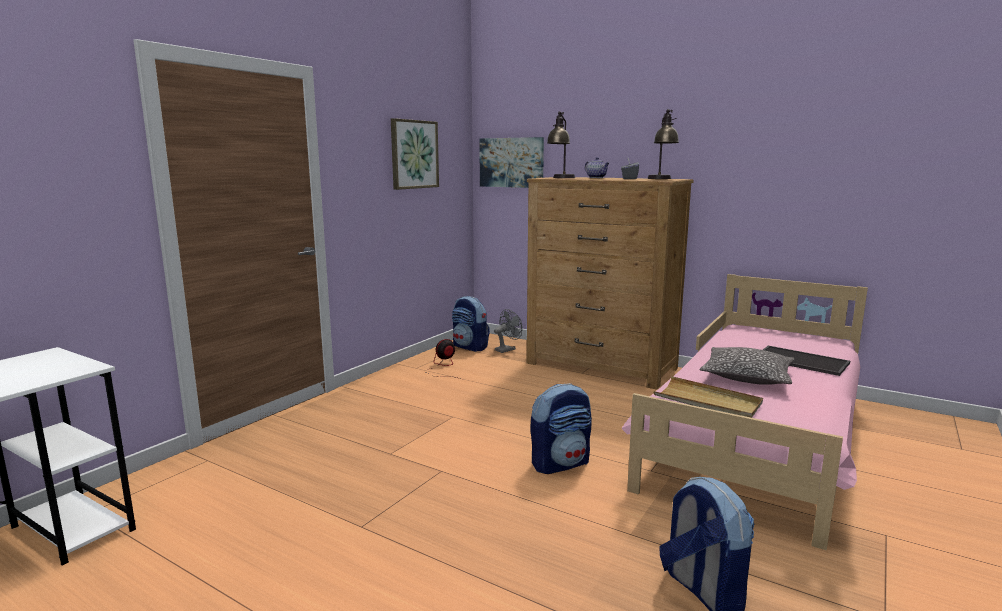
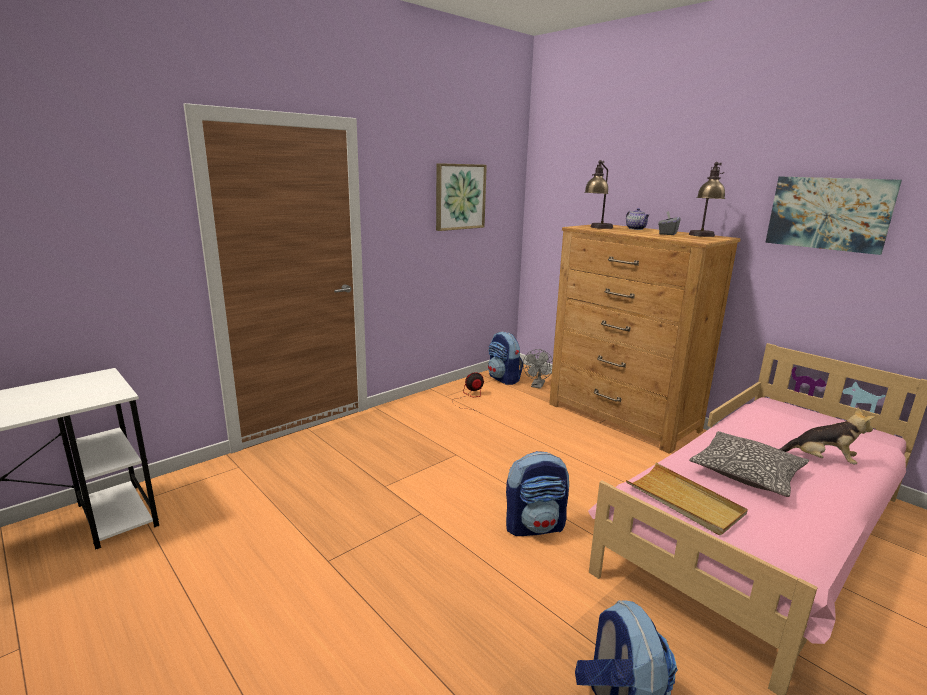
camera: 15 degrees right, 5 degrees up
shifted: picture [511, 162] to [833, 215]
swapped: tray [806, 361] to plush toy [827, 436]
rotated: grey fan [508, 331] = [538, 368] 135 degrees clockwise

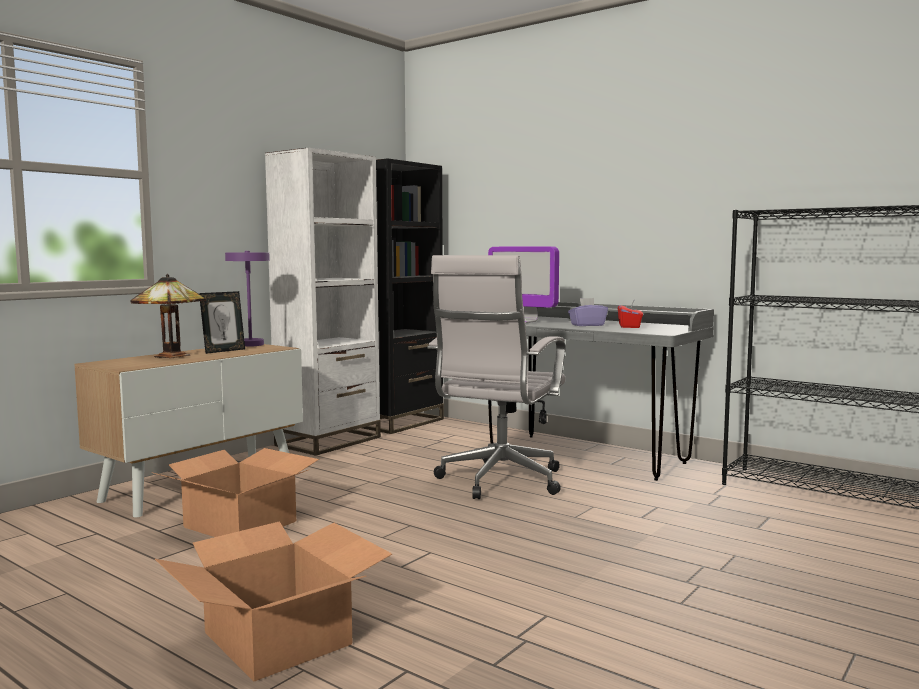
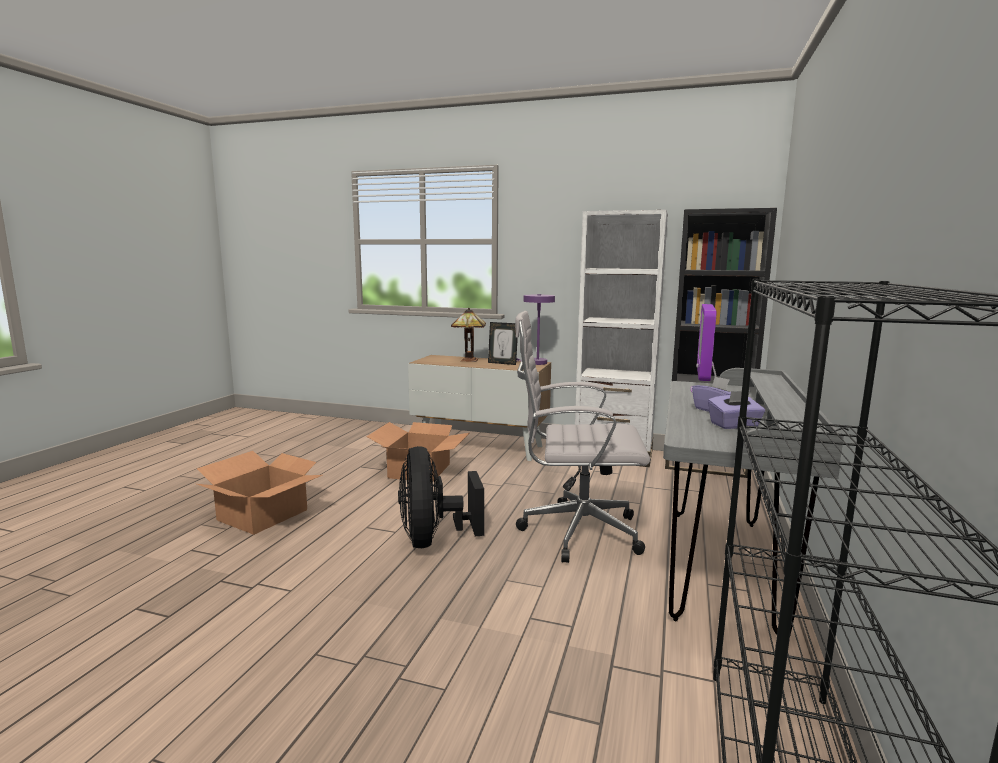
camera: 70 degrees right, 5 degrees up
new: black fan [441, 497]
repainted: red tissue box [630, 314] to purple tissue box [736, 410]

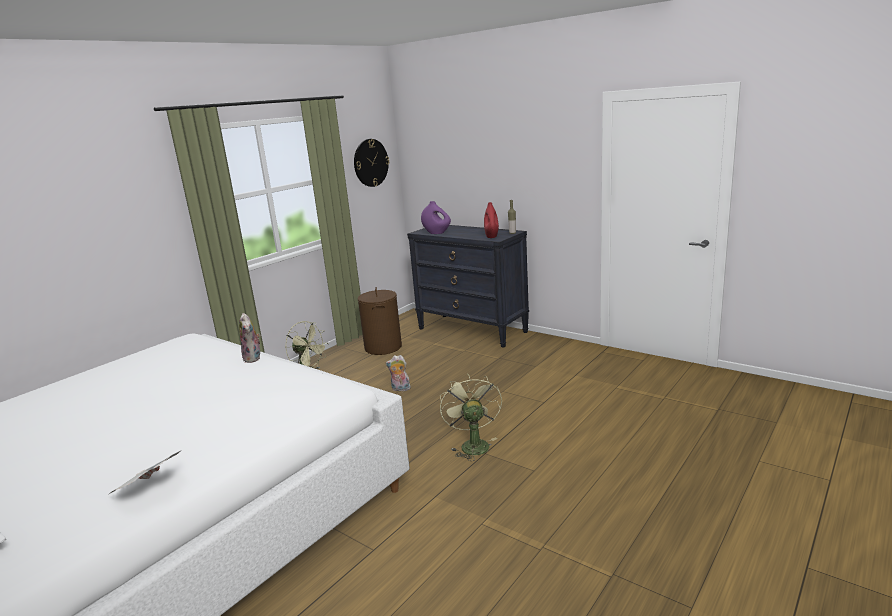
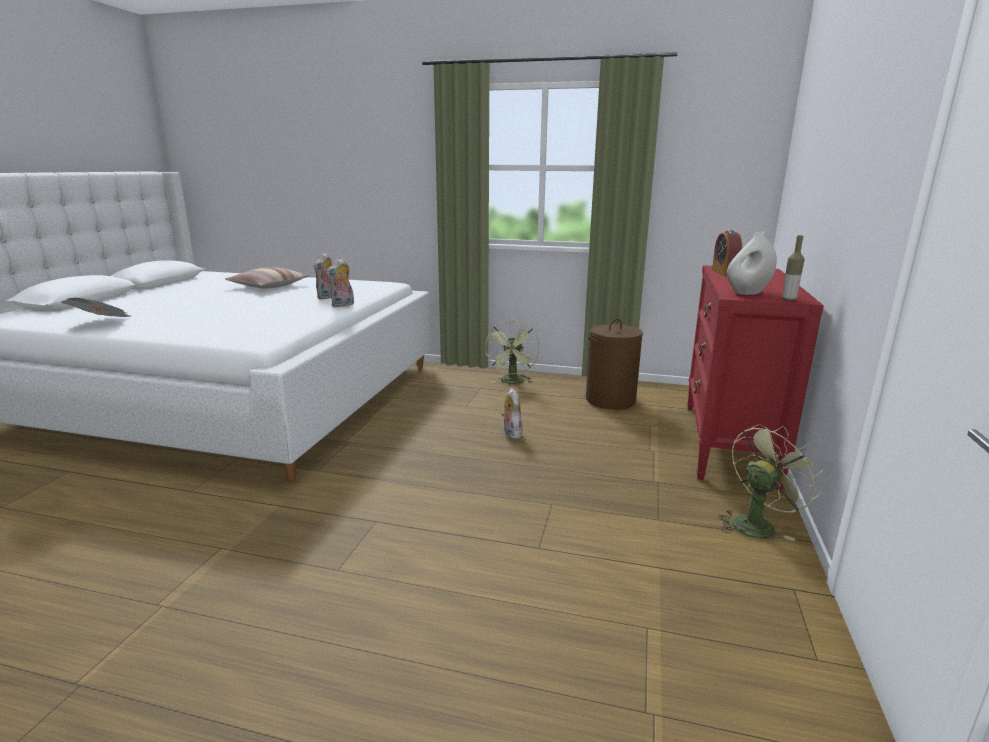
camera: 65 degrees right, 0 degrees up
gone: wall clock [371, 163]
new: pillow [267, 278]; plush toy [323, 276]
shifted: green fan [471, 417] to [770, 482]
swapped: purple vase [436, 217] to alarm clock [727, 253]
repainted: black dresser [468, 286] to red dresser [755, 377]; red vase [491, 220] to white vase [752, 263]

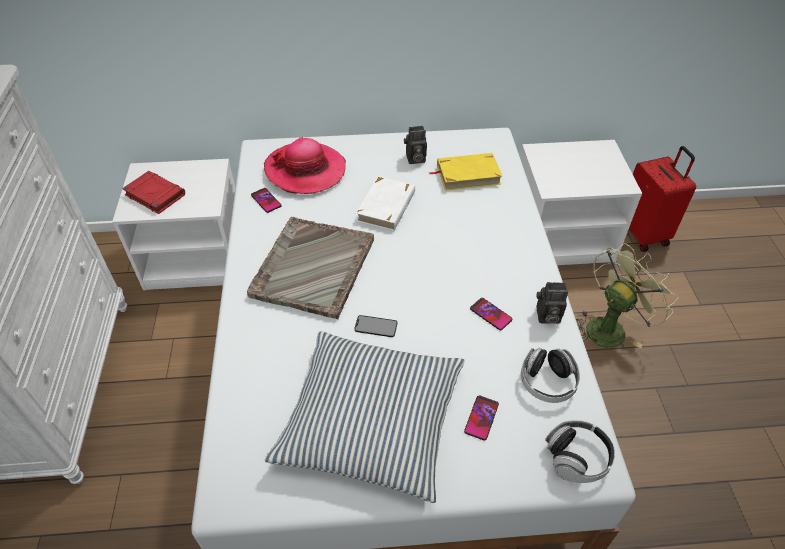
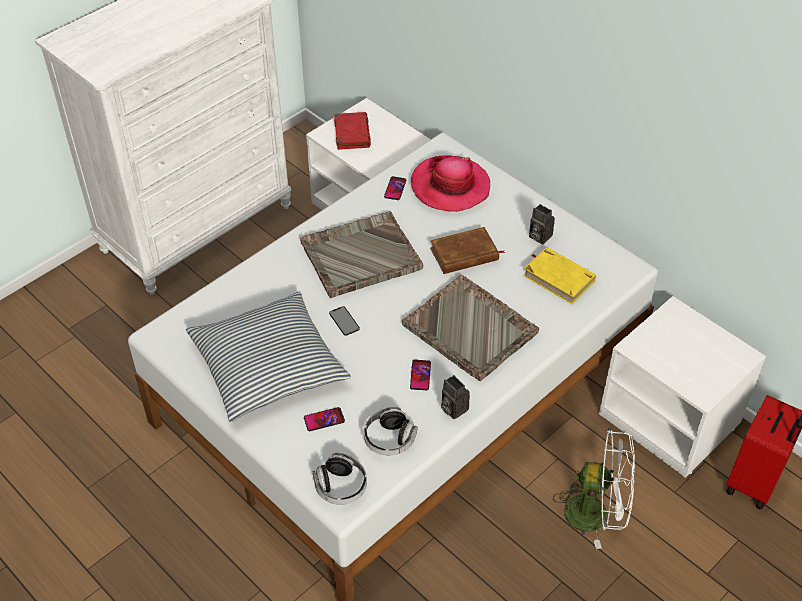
camera: 50 degrees right, 0 degrees up
new: grey tray [470, 328]
repainted: white book [385, 203] to brown book [467, 250]; green fan [627, 295] to white fan [594, 489]

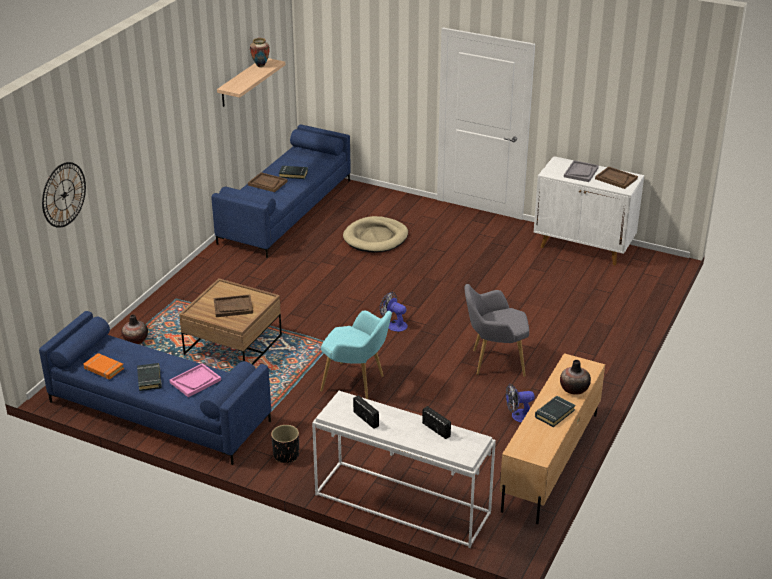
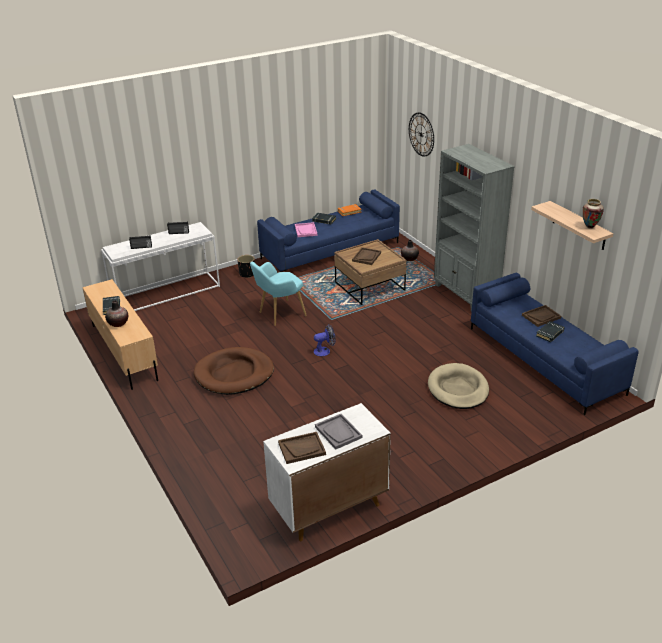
camera: 125 degrees right, 0 degrees up
gone: fan [520, 403]
new: grey bookcase [474, 228]
swapped: grey armchair [496, 330] to brown dog bed [234, 371]

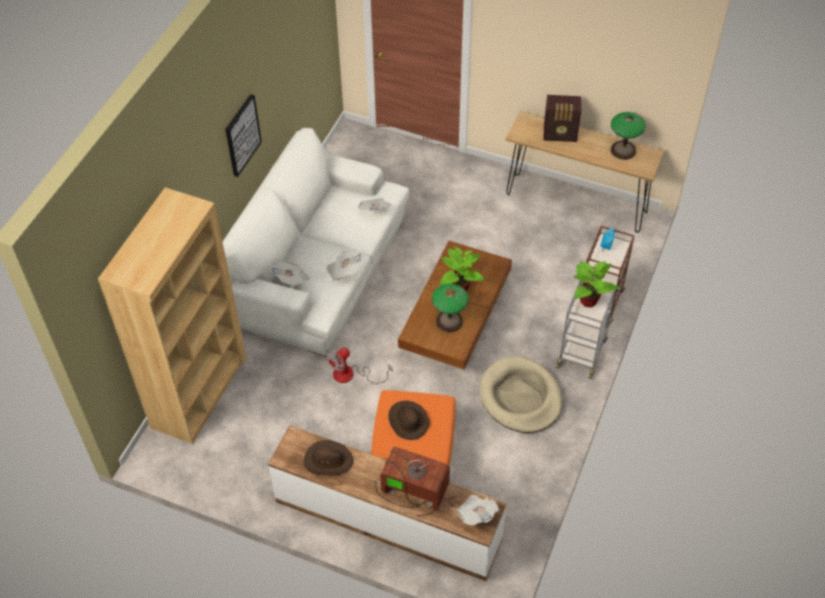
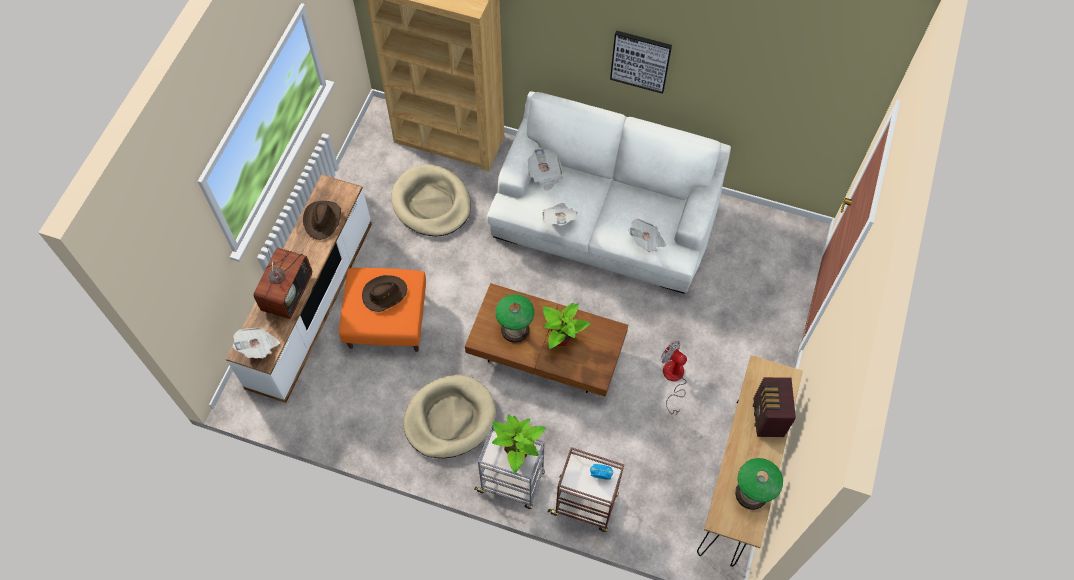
camera: 85 degrees right, 10 degrees up
new: beige dog bed [431, 200]
shifted: fan [359, 365] to [674, 377]

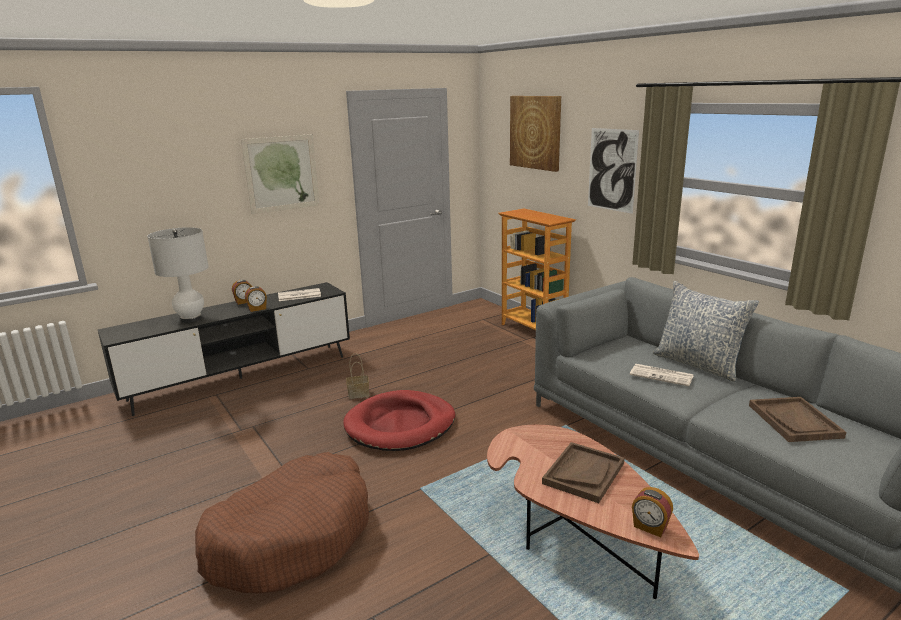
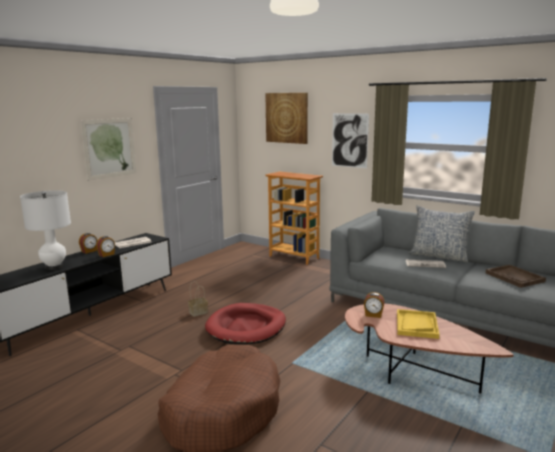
camera: 20 degrees left, 5 degrees down
shifted: alarm clock [652, 512] to [374, 305]
repainted: brown tray [583, 472] to yellow tray [418, 324]

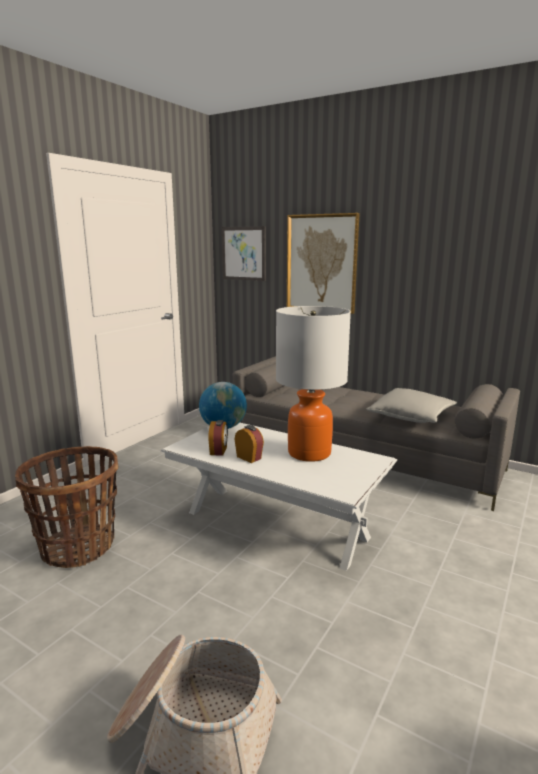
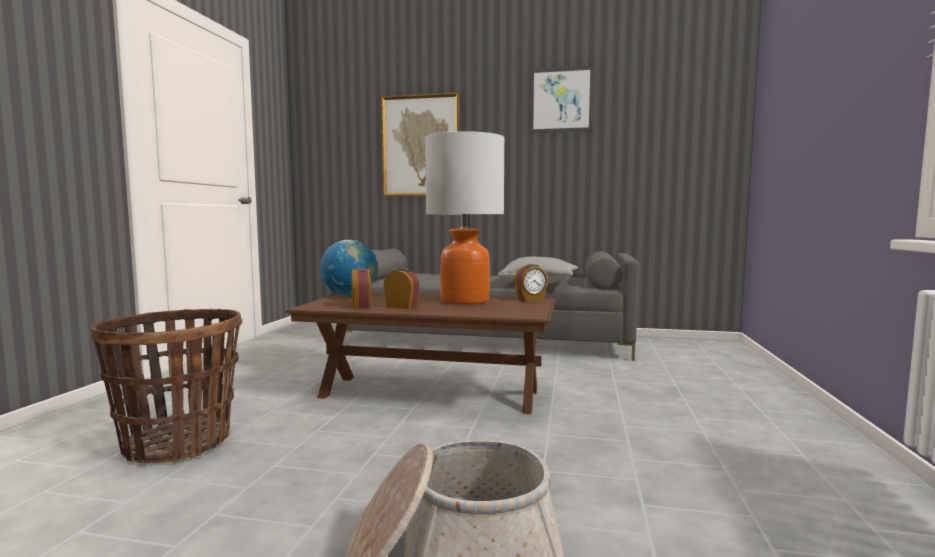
camera: 20 degrees left, 10 degrees down
new: alarm clock [531, 282]
shifted: picture [244, 253] to [562, 99]
repainted: white coffee table [279, 497] to brown coffee table [420, 353]

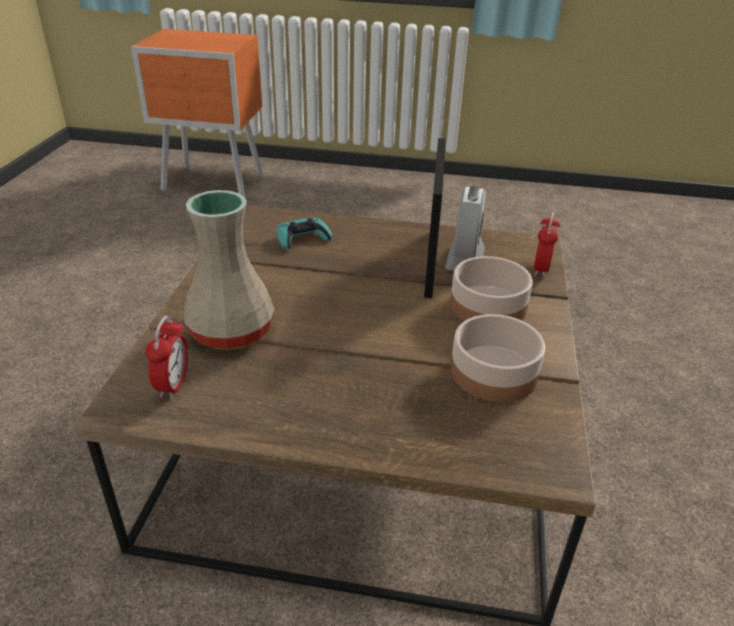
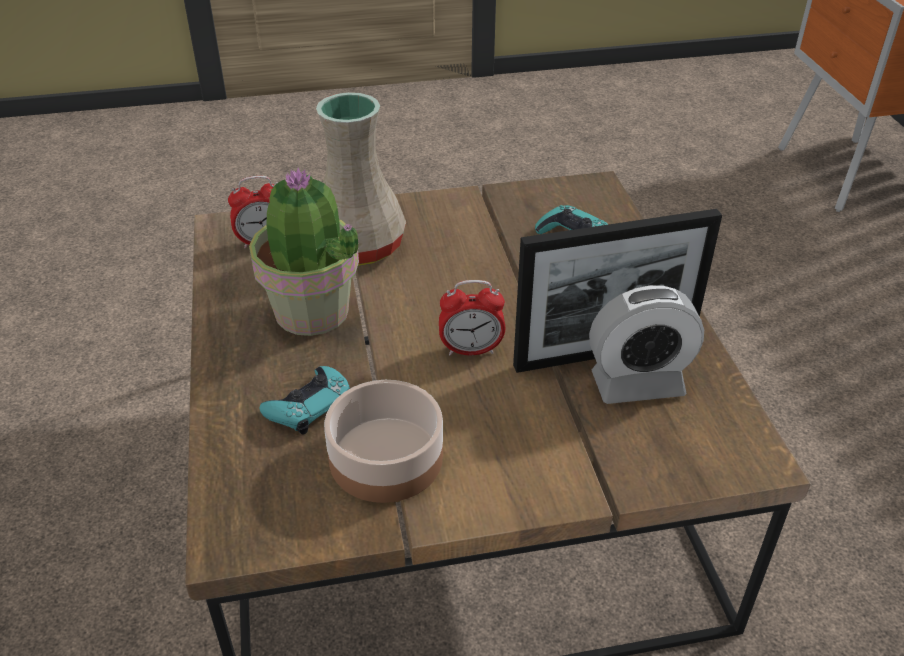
camera: 70 degrees right, 5 degrees up
gone: bowl [491, 288]
new: potted plant [304, 252]; turquoise game controller [304, 400]
shifted: alarm clock [547, 244] to [472, 317]

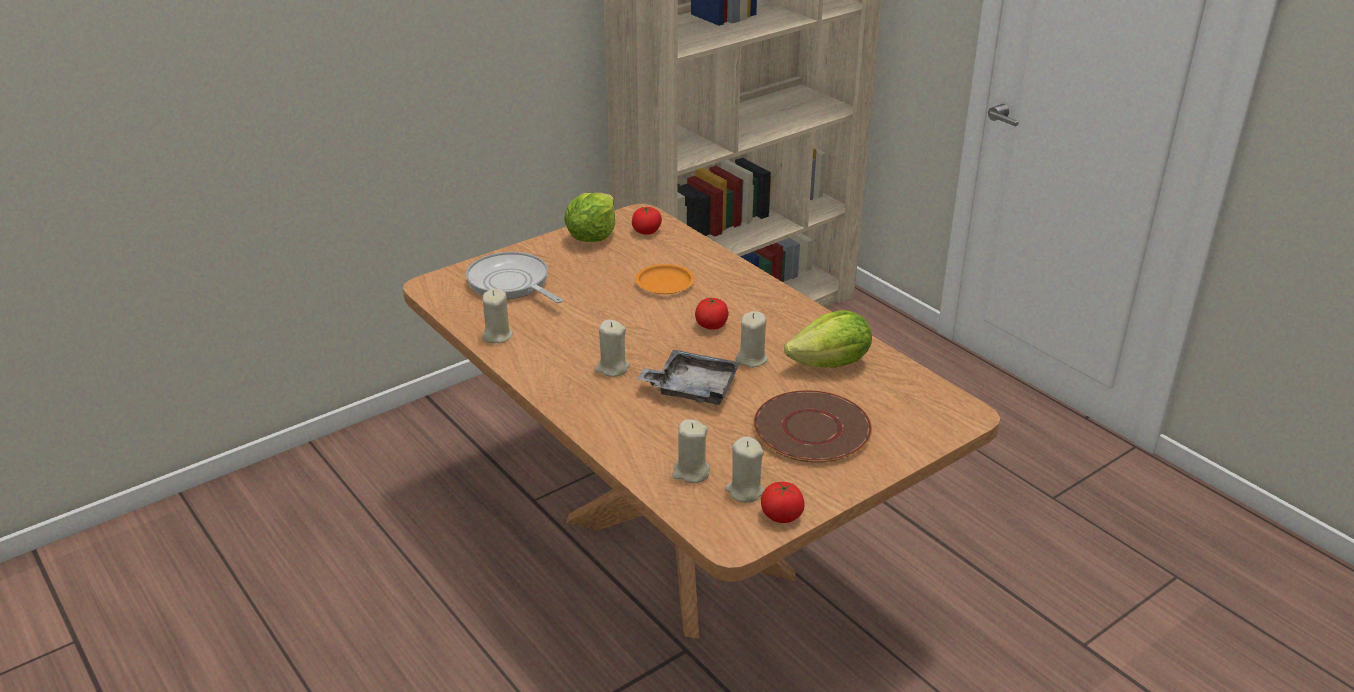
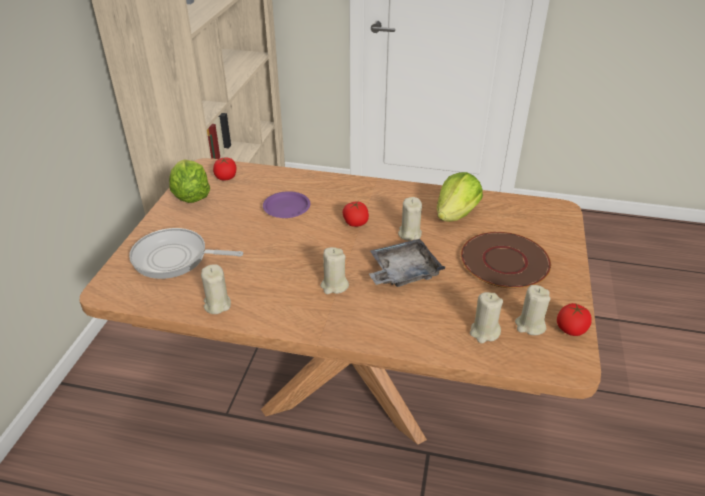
camera: 40 degrees left, 5 degrees up
repainted: orange plate [664, 279] to purple plate [286, 204]

